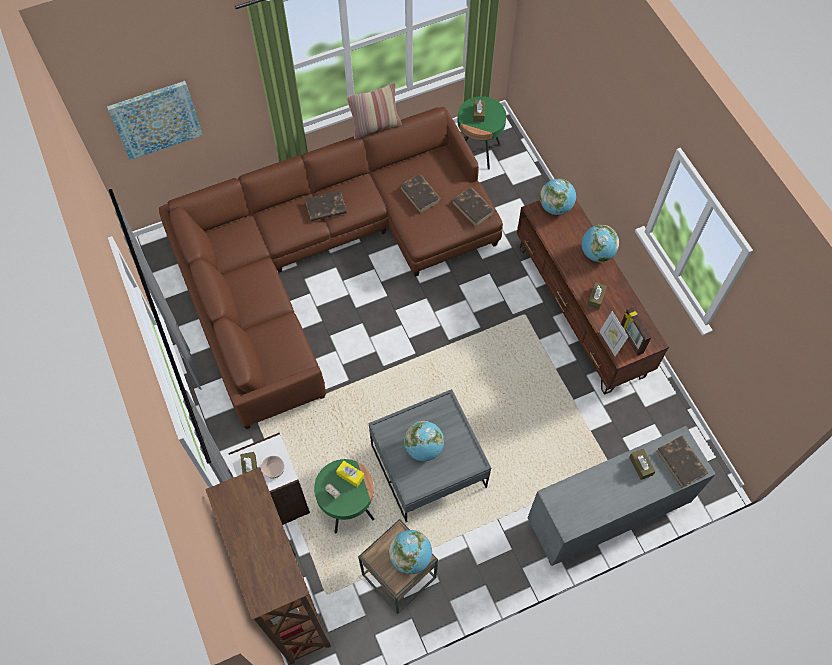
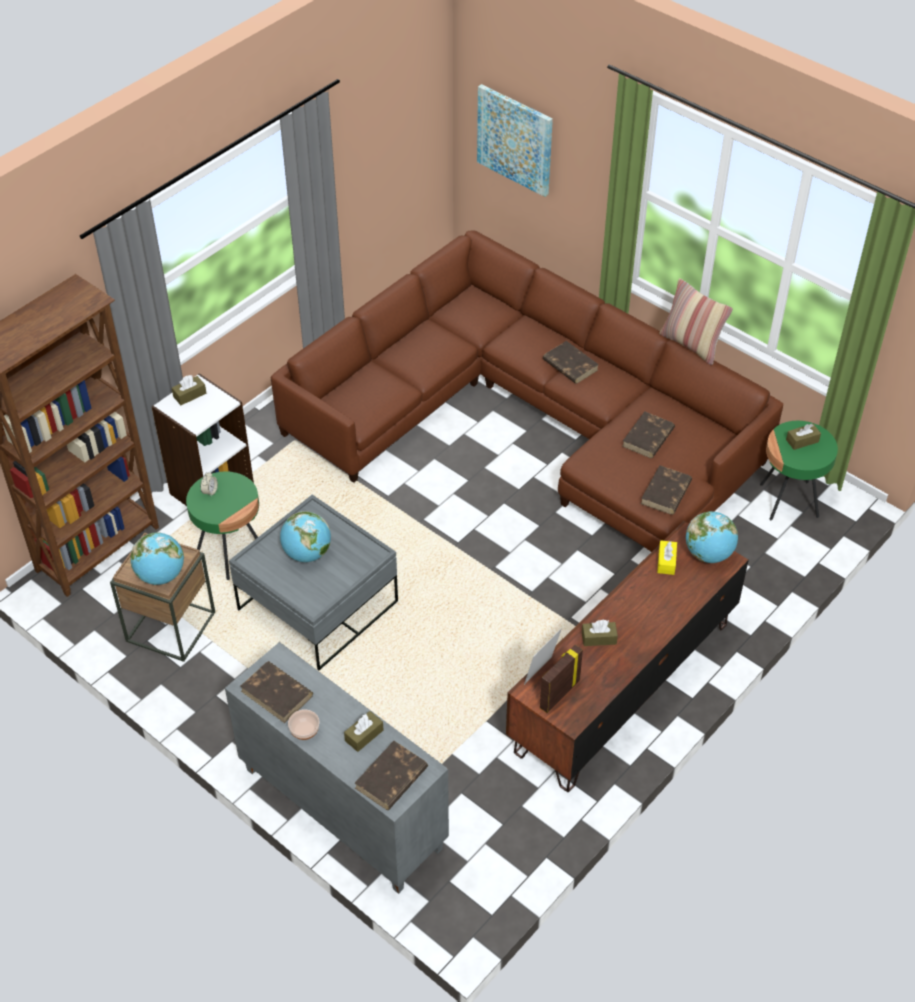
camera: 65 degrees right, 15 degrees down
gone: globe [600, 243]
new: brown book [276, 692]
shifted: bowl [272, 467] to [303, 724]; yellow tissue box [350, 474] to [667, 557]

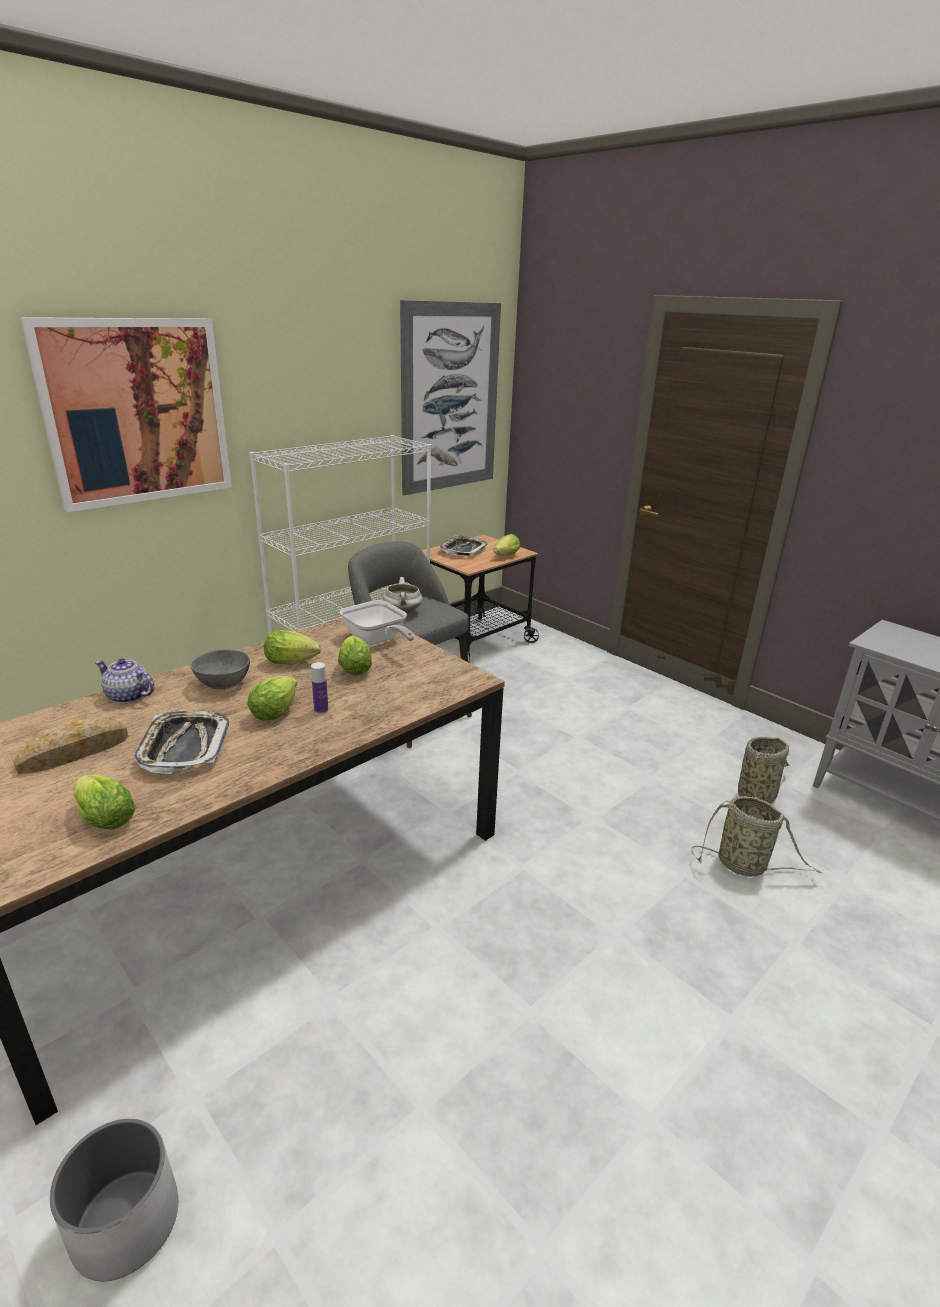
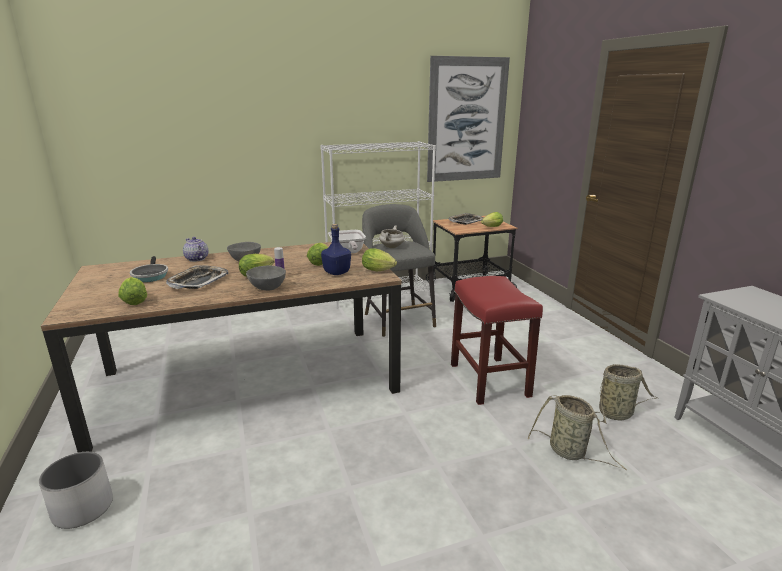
camera: 25 degrees right, 5 degrees down
gone: picture [126, 414]
new: grey bowl [266, 277]; blue bottle [336, 249]; red stool [497, 340]
shifted: lettuce [292, 647] to [379, 259]
swapped: bread [70, 745] to frying pan [149, 269]

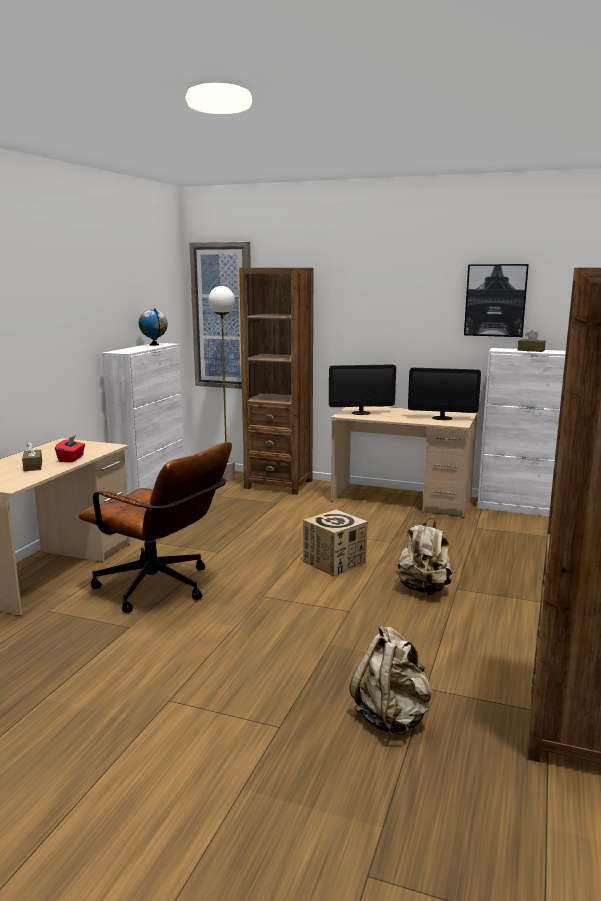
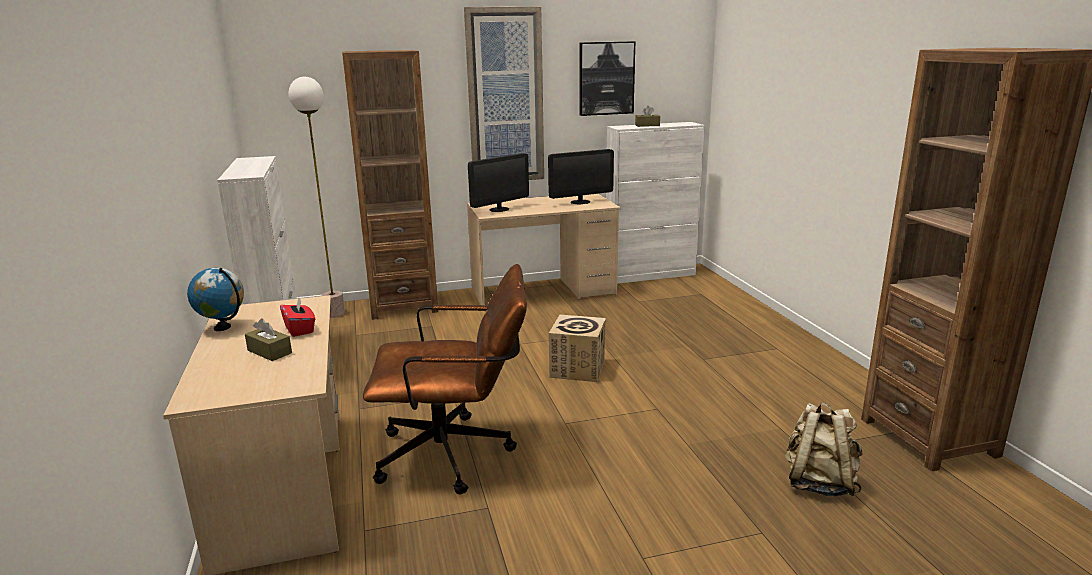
camera: 35 degrees left, 5 degrees up
gone: beige backpack [424, 556]
shifted: globe [153, 327] to [215, 299]; picture [220, 315] to [504, 93]

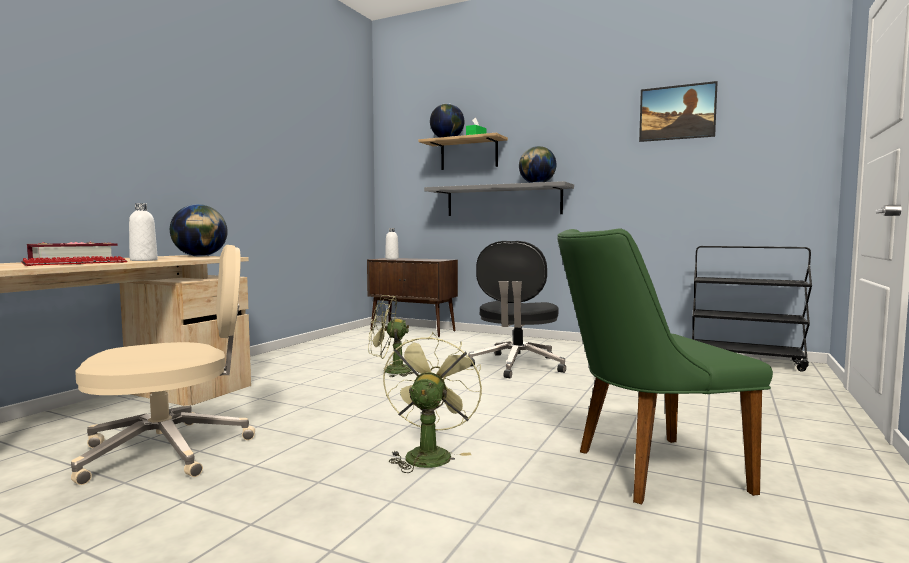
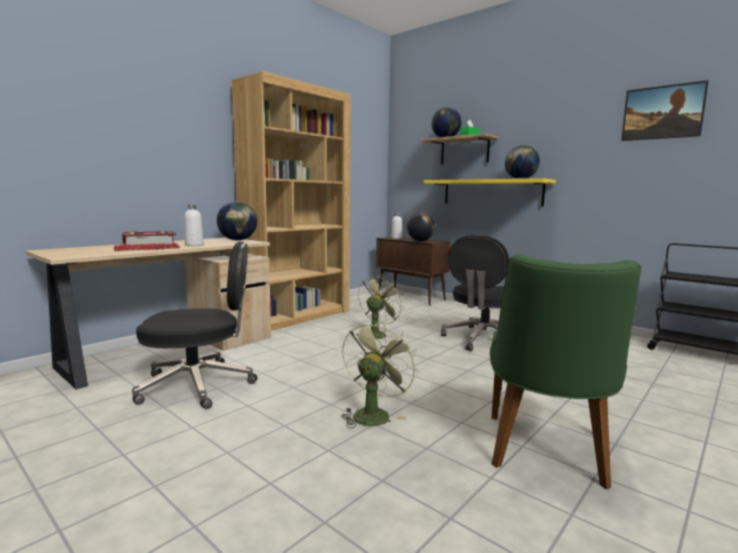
camera: 15 degrees right, 5 degrees up
new: brown bookcase [291, 201]; globe [421, 227]
repainted: beige office chair [163, 365] to black office chair [194, 325]; grey shelf [499, 198] to yellow shelf [490, 192]
rotated: green fan [392, 336] = [380, 306] 105 degrees clockwise; green chair [665, 366] = [565, 371] 75 degrees counterclockwise

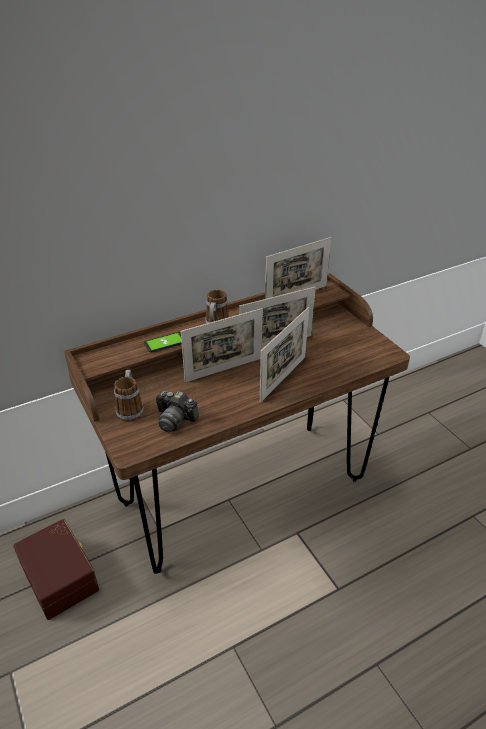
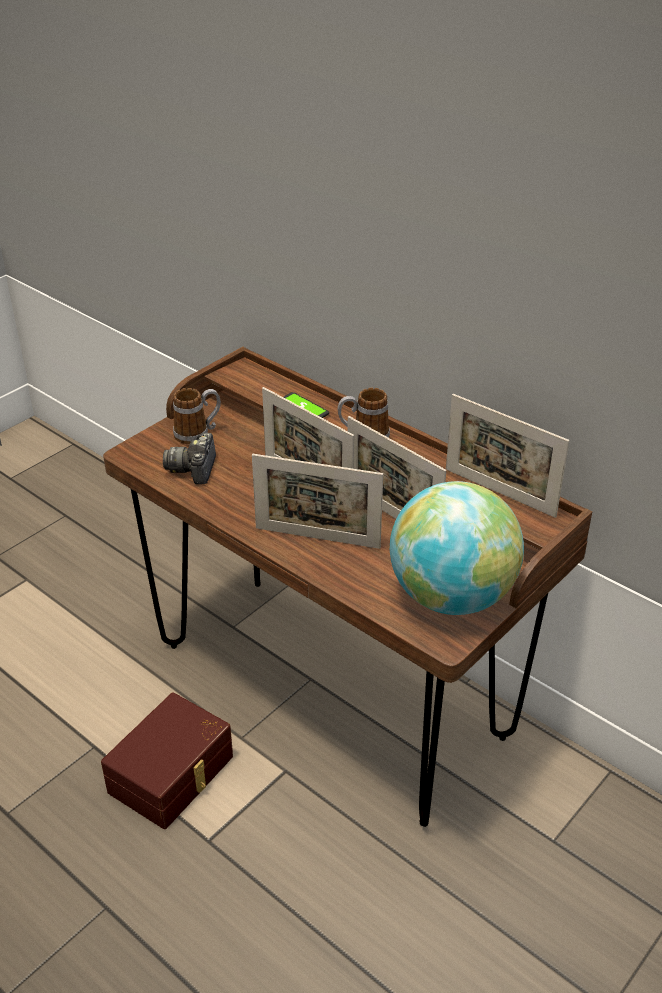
camera: 70 degrees right, 0 degrees up
new: globe [457, 548]
shifted: brown storage box [56, 569] to [167, 761]

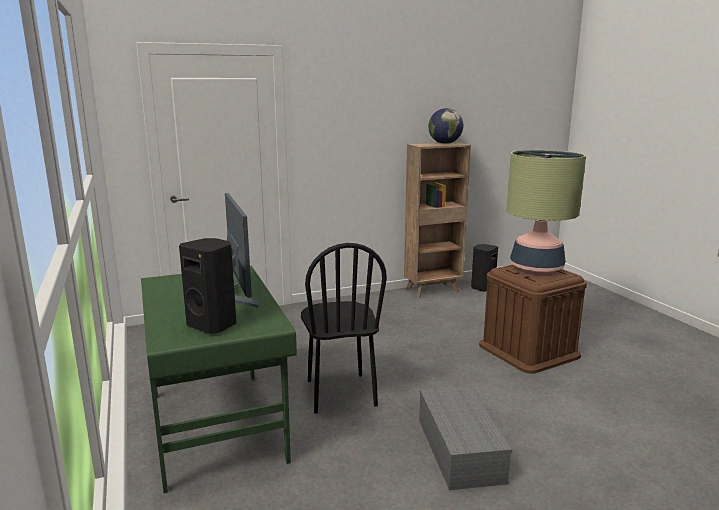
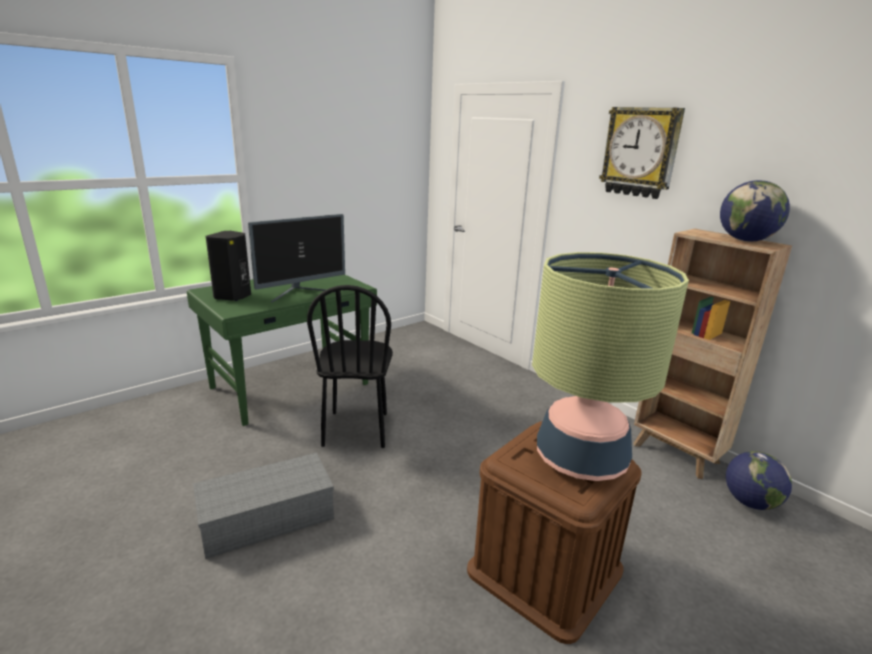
camera: 70 degrees right, 5 degrees up
new: wall clock [642, 153]
swapped: black speaker [484, 268] to globe [759, 480]
rotated: black chair [344, 328] = [350, 366] 60 degrees counterclockwise

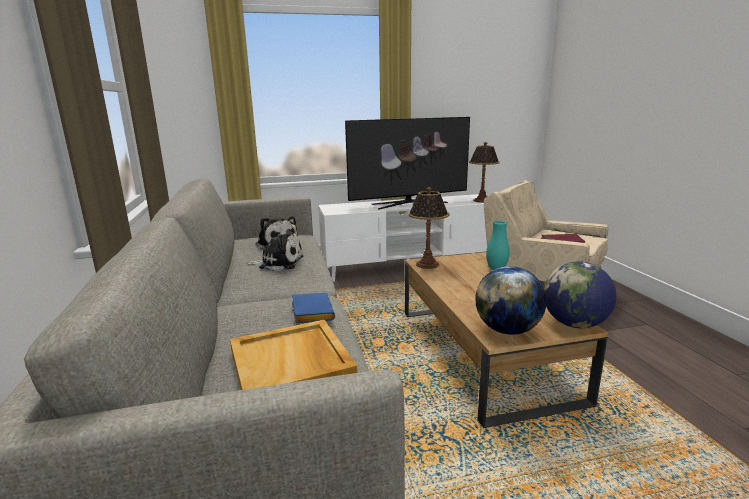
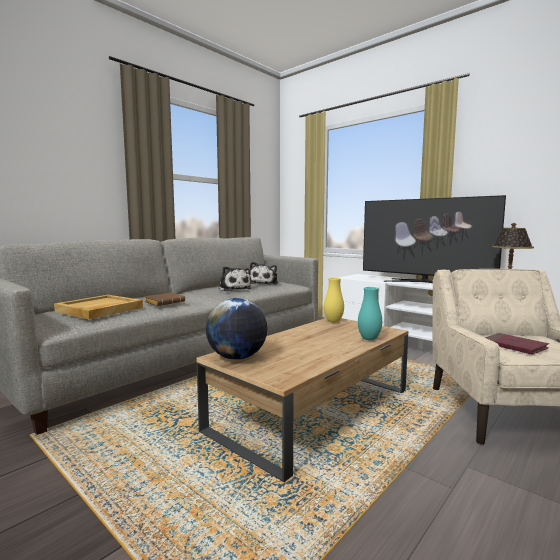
camera: 55 degrees right, 10 degrees down
gone: globe [580, 294]
swapped: table lamp [429, 228] to yellow vase [334, 300]
repainted: blue book [313, 308] to brown book [165, 299]

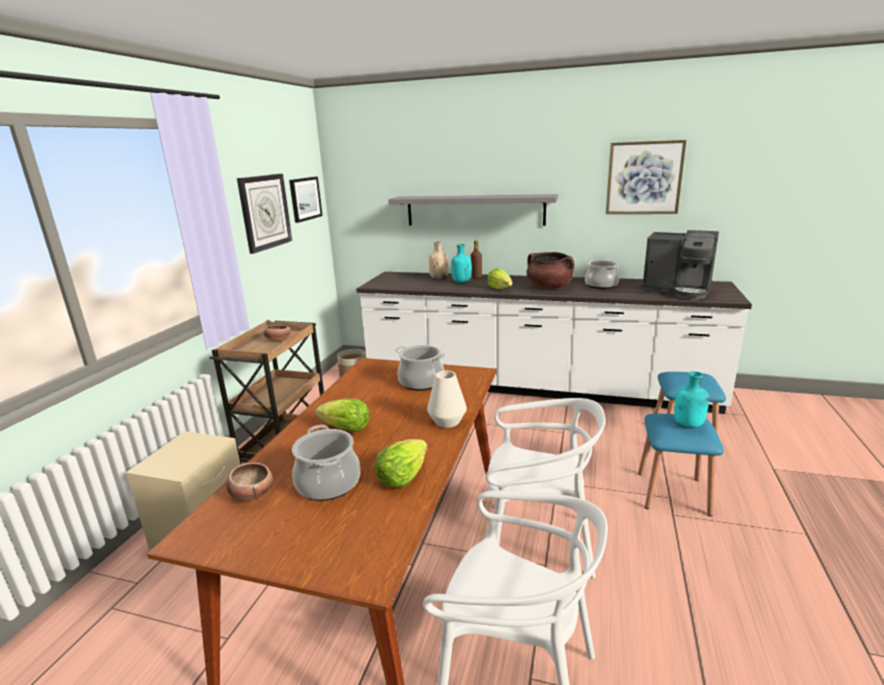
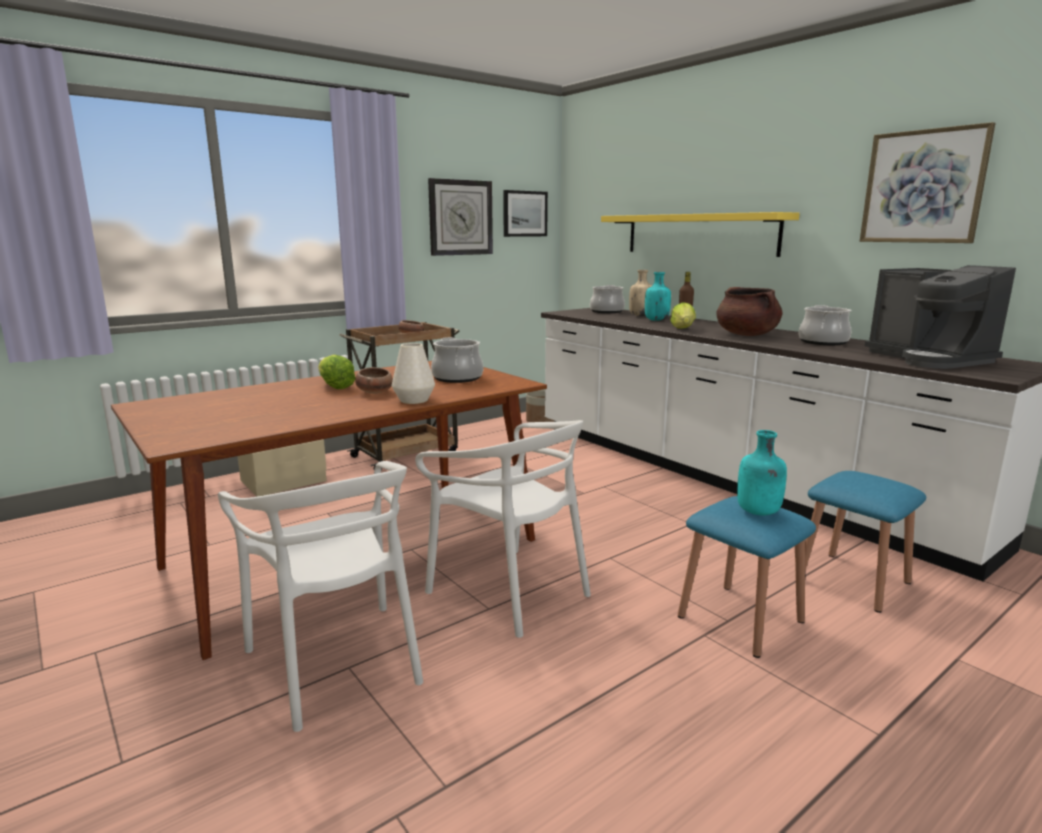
camera: 35 degrees right, 5 degrees down
gone: lettuce [400, 463]
shifted: bowl [249, 482] to [374, 380]; cooking pot [326, 463] to [607, 299]
repainted: grey shelf [473, 210] to yellow shelf [700, 234]

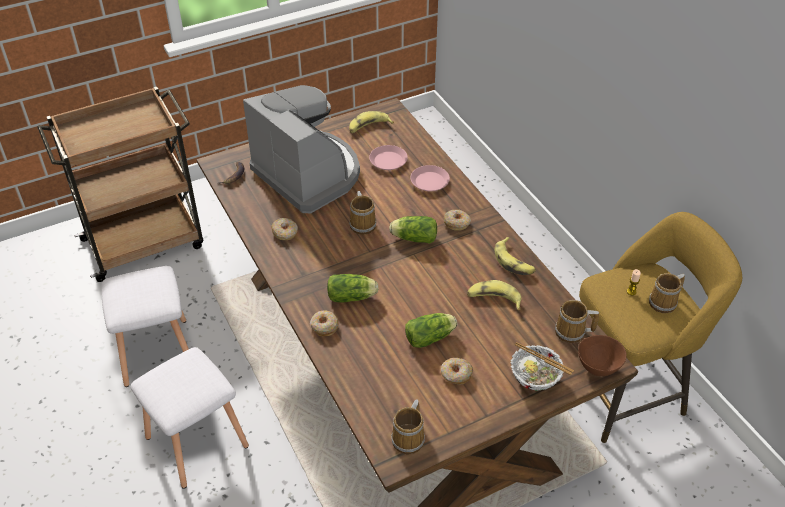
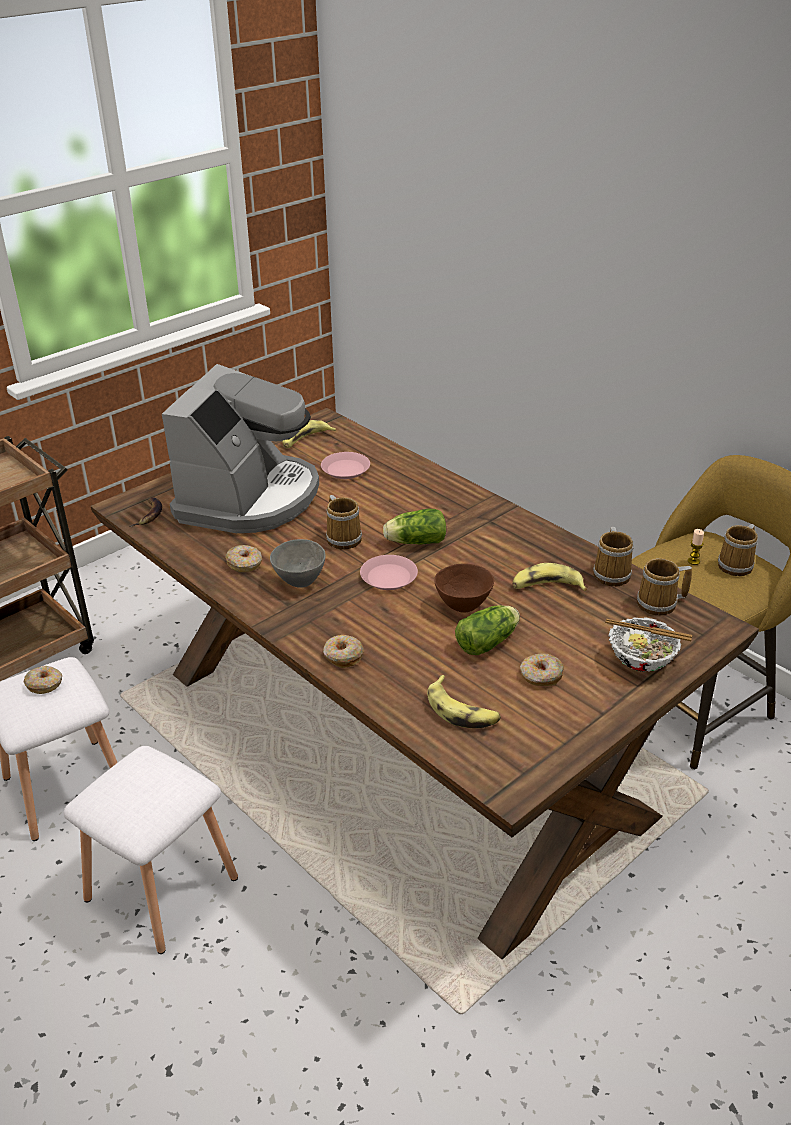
camera: 15 degrees left, 10 degrees down
gone: lettuce [353, 288]
new: grey bowl [298, 563]
shifted: mug [408, 427] to [613, 556]; pink plate [430, 178] to [389, 572]; donut [457, 220] to [42, 680]; banana [515, 256] to [464, 701]; brown bowl [602, 355] to [464, 588]
rotated: coffee machine [301, 149] = [240, 448] 75 degrees clockwise

